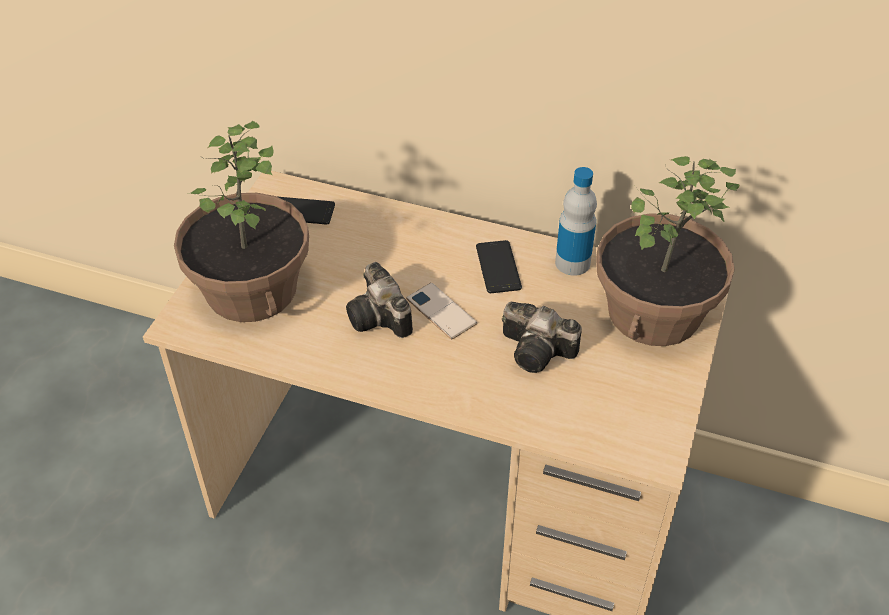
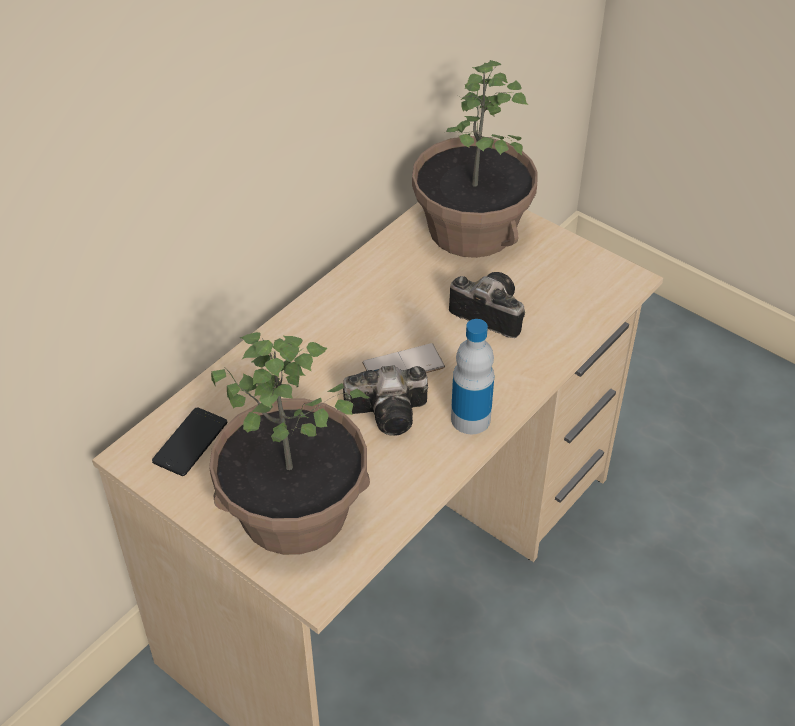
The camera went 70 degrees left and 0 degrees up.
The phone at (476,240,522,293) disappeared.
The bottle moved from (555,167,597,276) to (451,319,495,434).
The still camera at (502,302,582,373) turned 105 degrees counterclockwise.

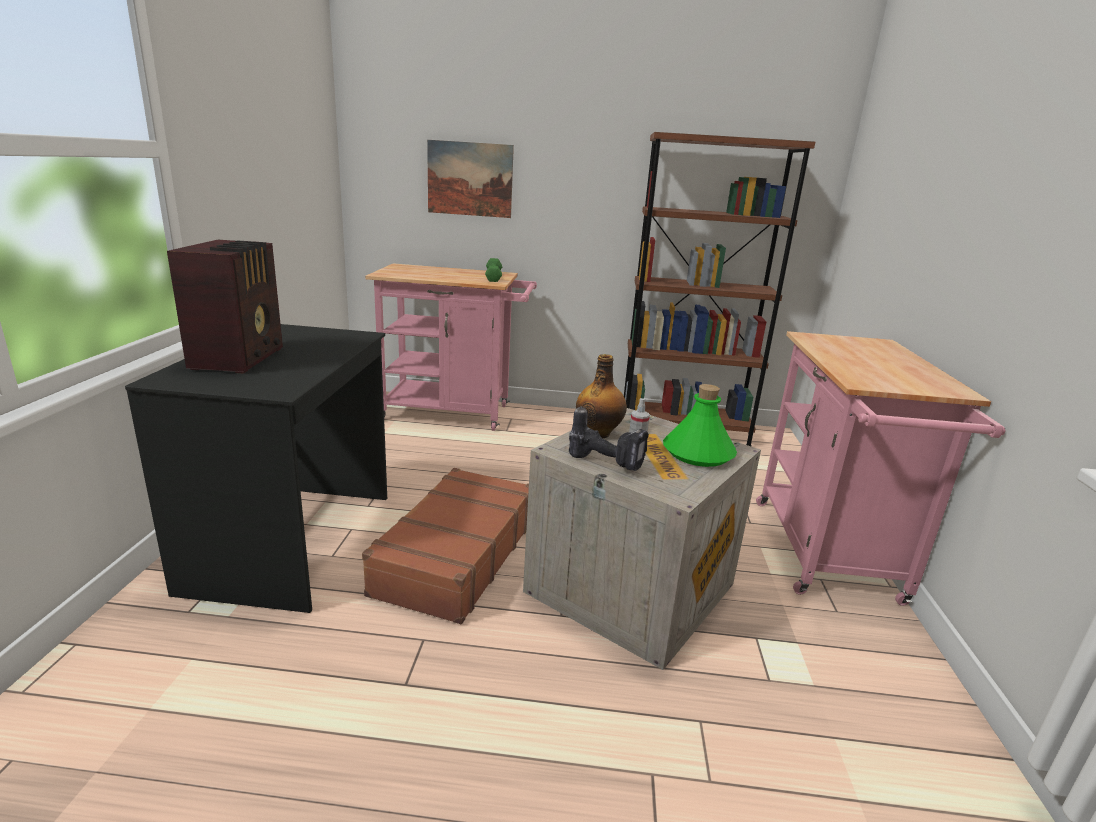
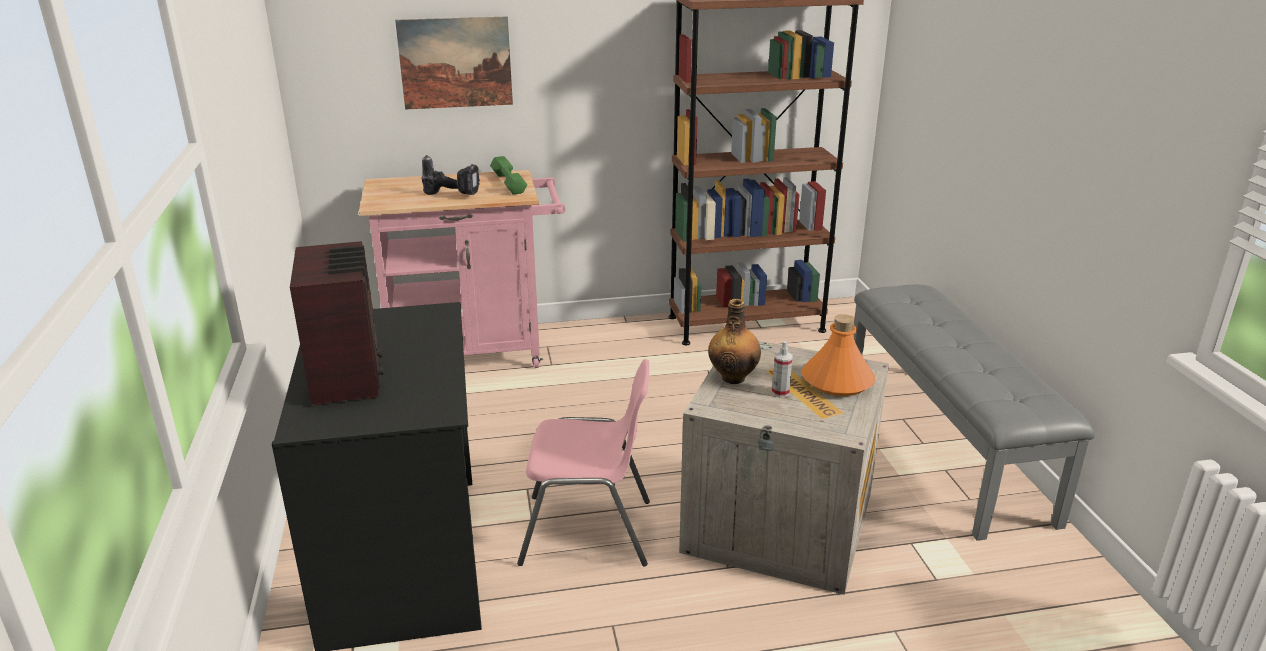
The camera went 15 degrees left and 5 degrees up.
The drill moved from (569,406,649,471) to (421,155,480,195).
The brown-coloured travel case at (362,468,529,624) was replaced by the pinkish upright chair at (517,359,650,567).
The pinkish wheeled cart at (756,331,1005,606) was replaced by the greyish indoor bench at (853,285,1095,541).
The green bottle at (663,384,737,467) became the orangey bottle at (802,314,875,396).

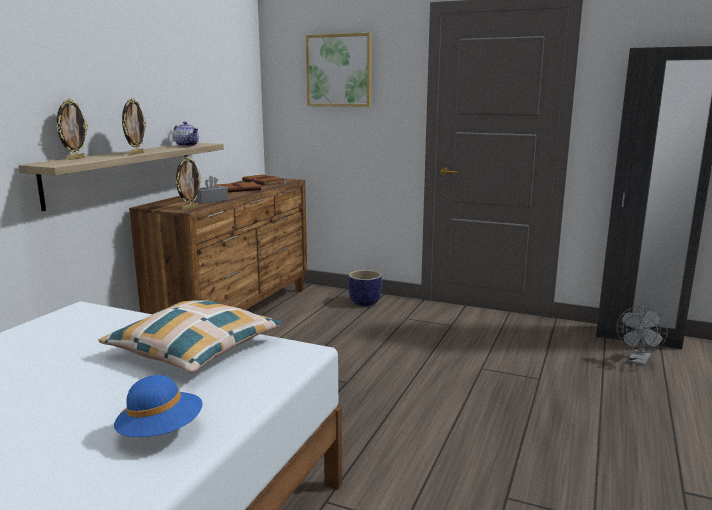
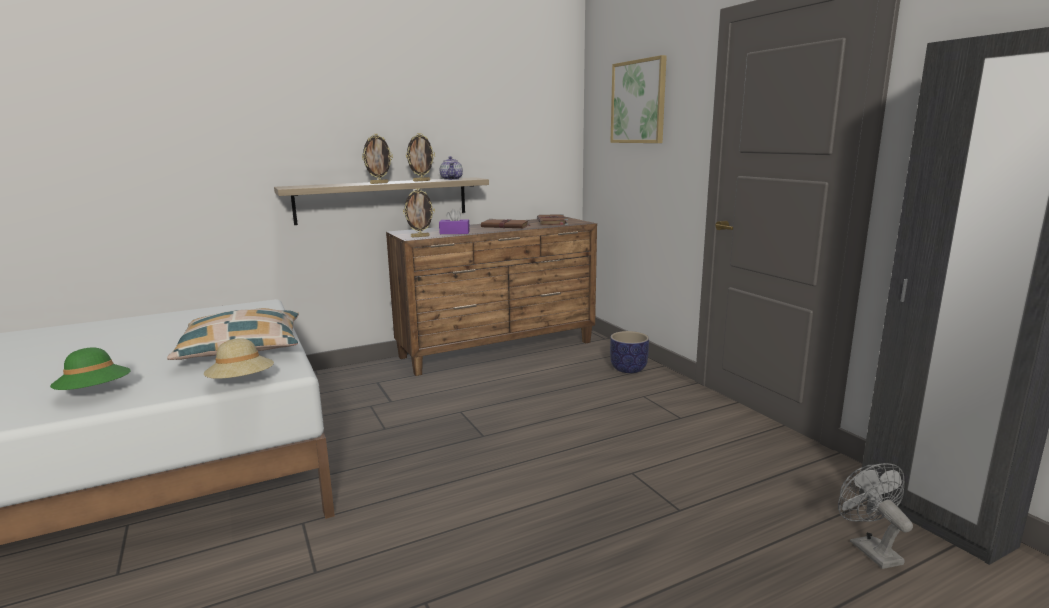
The camera went 40 degrees right and 0 degrees up.
The sand-coloured wearable hat at (204,338,274,379) appeared.
The standing frame moved from (56,99,88,160) to (406,133,435,182).
The bluish wearable hat at (114,375,203,437) became the green wearable hat at (50,348,131,390).
The greyish tissue holder at (194,176,228,204) became the purple-coloured tissue holder at (439,209,470,234).
The greyish fan at (616,306,668,366) turned 90 degrees clockwise.

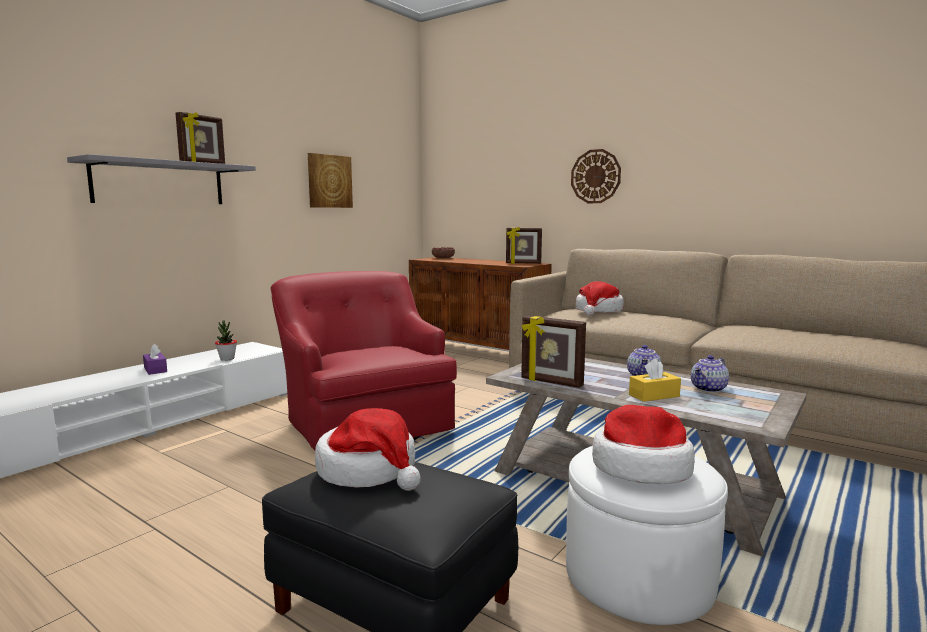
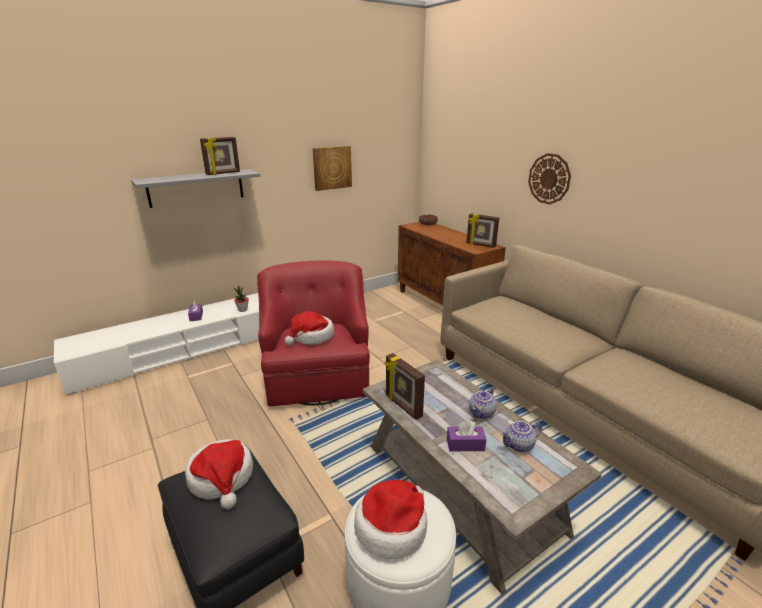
The camera went 20 degrees right and 15 degrees up.
The wearable hat moved from (576,281,624,316) to (284,311,334,345).
The yellowish tissue holder at (629,358,681,402) became the purple-coloured tissue holder at (447,420,486,451).

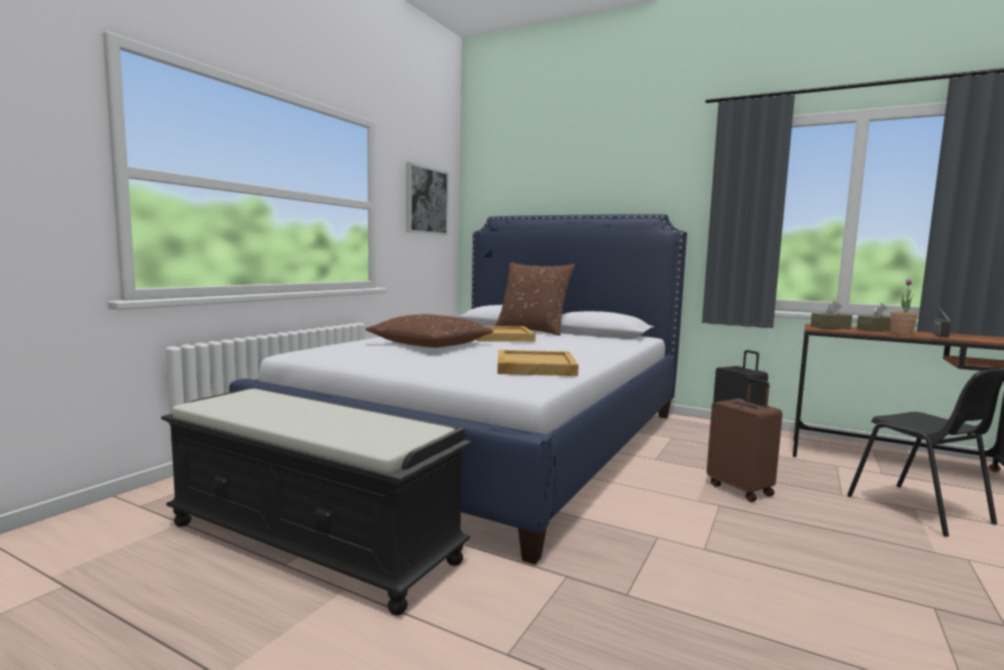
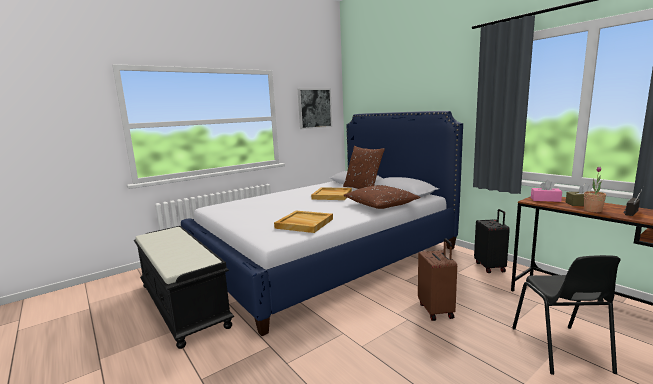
The camera went 25 degrees right and 5 degrees up.
The brown-coloured pillow moved from (366,314,494,348) to (344,185,421,209).
The brown-coloured tissue holder at (810,301,852,329) became the pinkish tissue holder at (531,180,562,202).

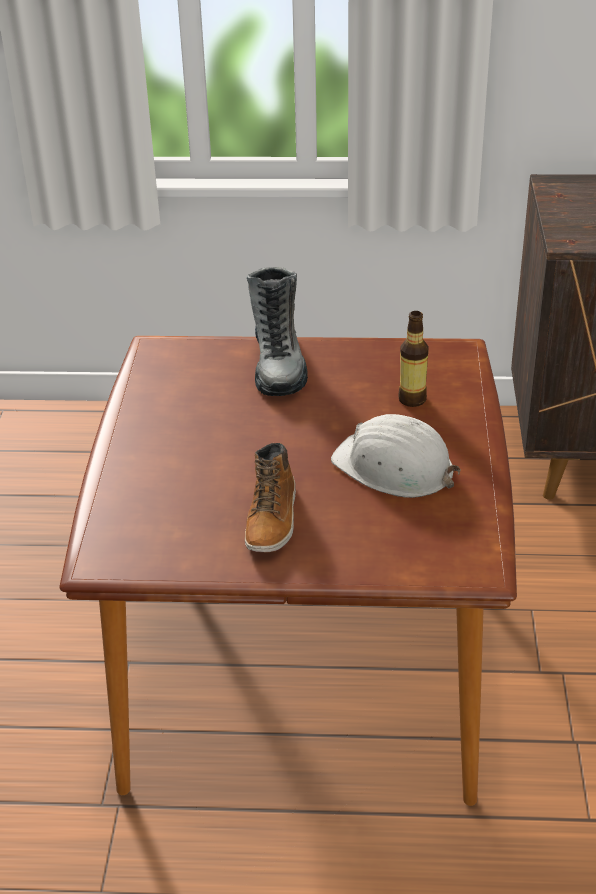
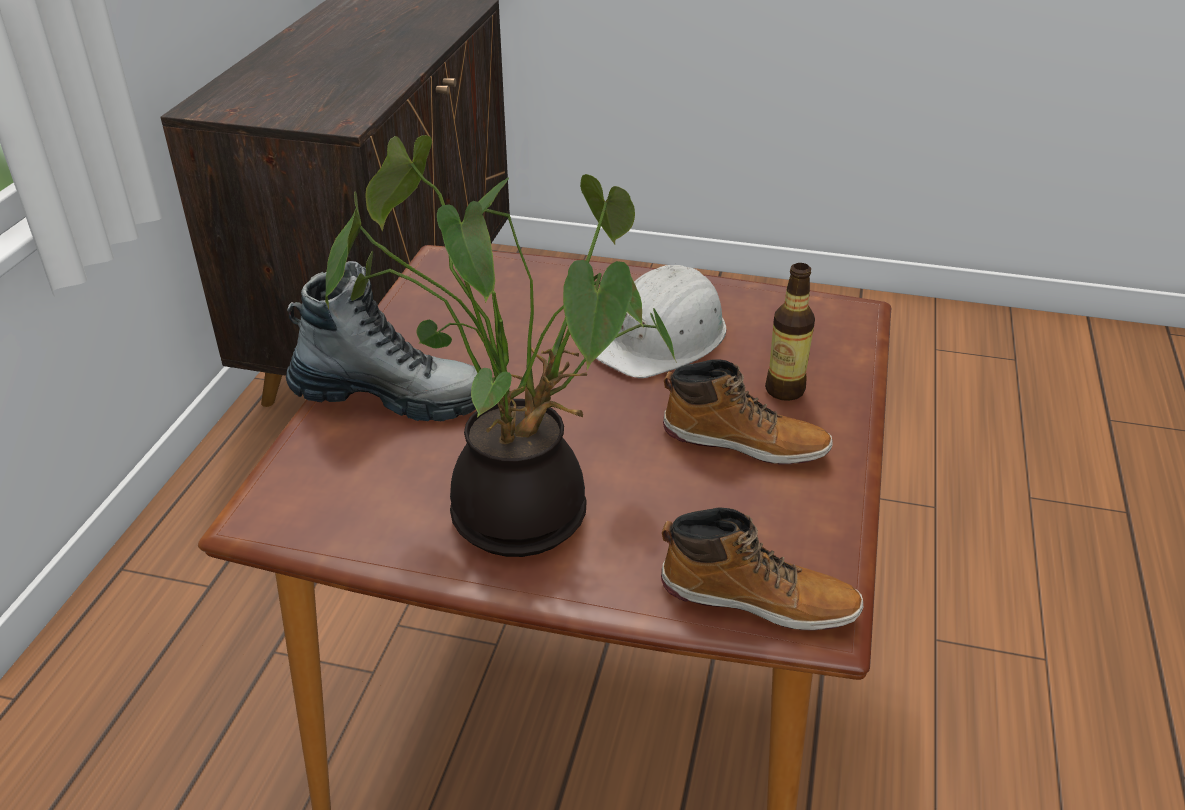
The camera went 80 degrees left and 0 degrees up.
The houseplant at (325,135,677,557) appeared.
The boot at (661,507,863,630) appeared.
The bottle moved from (398,311,429,407) to (765,263,815,401).

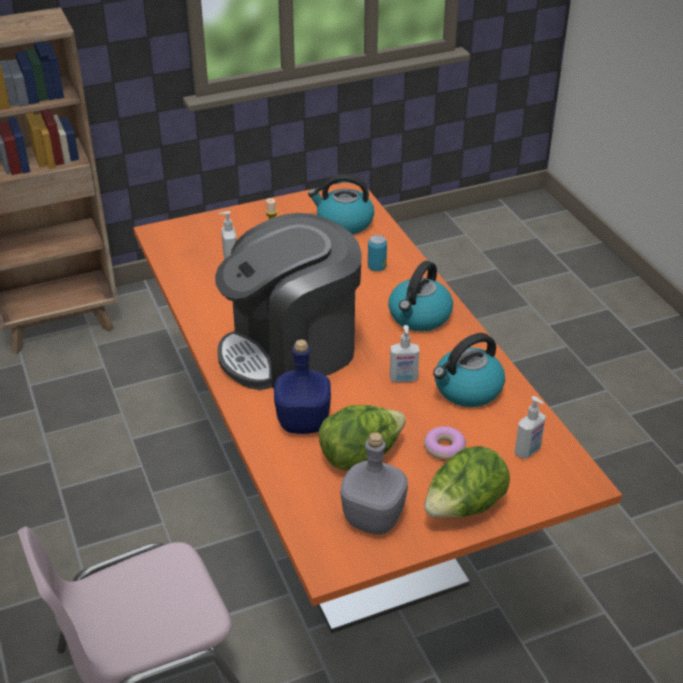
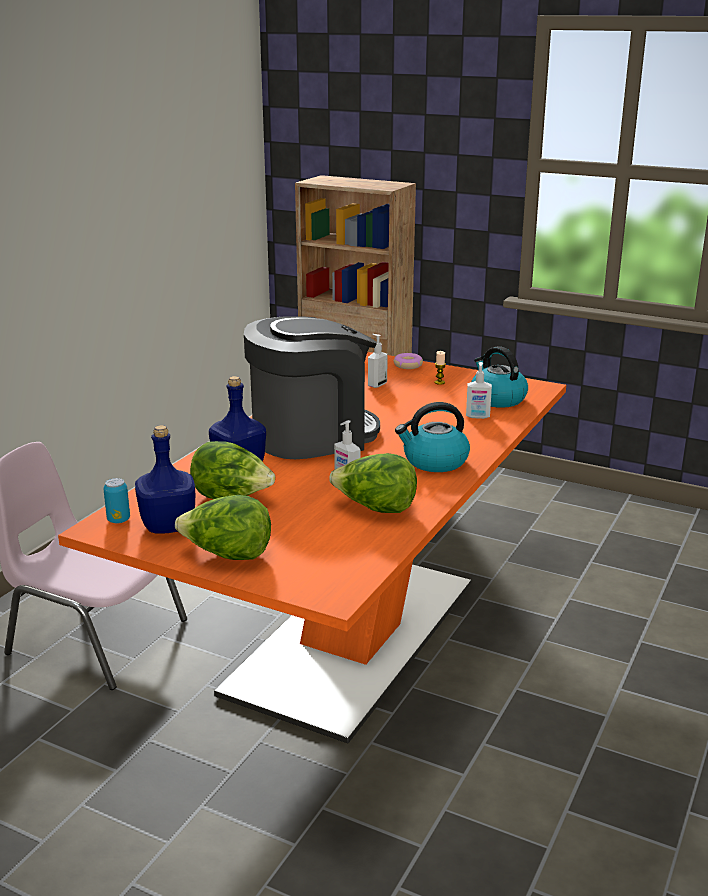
The camera went 50 degrees right and 15 degrees down.
The can moved from (368,235,387,271) to (103,478,130,523).
The ring doughnut moved from (424,426,466,460) to (394,353,423,369).
The liquid soap bottle moved from (514,396,546,459) to (466,362,492,419).
The tea kettle at (433,333,505,407) was replaced by the lettuce head at (329,453,417,513).
The greyish bottle at (341,432,408,535) became the bluish bottle at (135,425,196,534).
The coffee brewer at (215,213,362,390) turned 135 degrees clockwise.

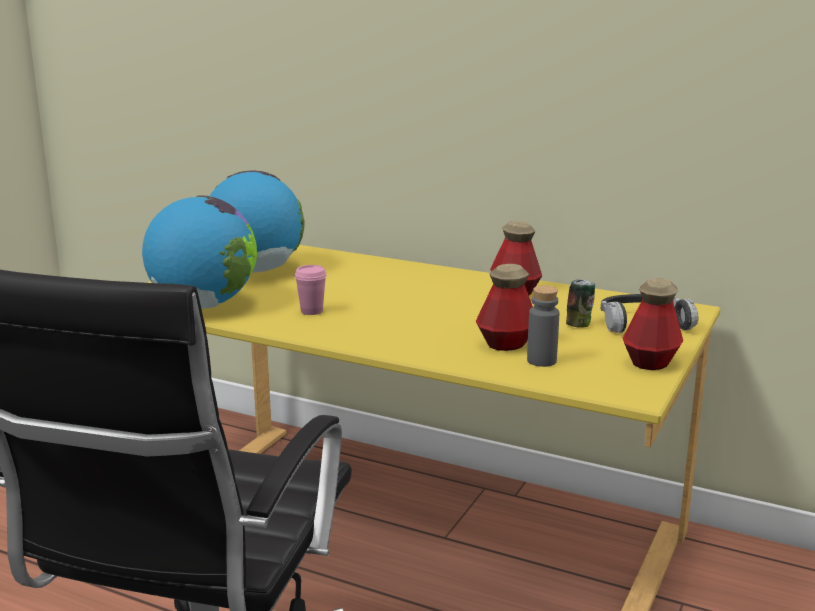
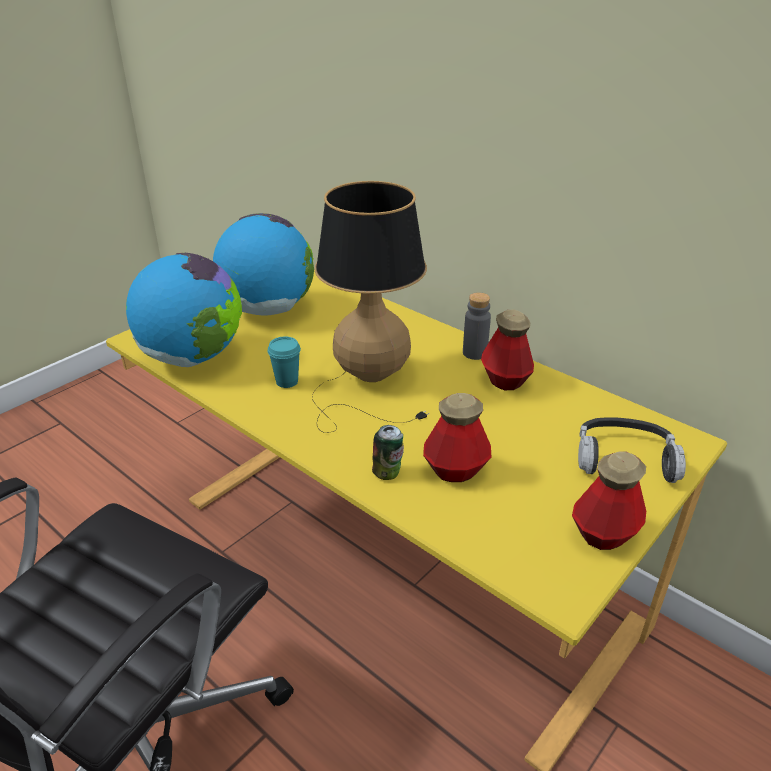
The camera went 15 degrees right and 15 degrees up.
The table lamp at (312,181,430,433) appeared.
The greyish bottle moved from (527,285,559,367) to (463,292,491,360).
The can moved from (566,279,595,328) to (372,425,404,480).
The pinkish small cup at (294,265,327,315) became the turquoise-coloured small cup at (268,336,301,388).

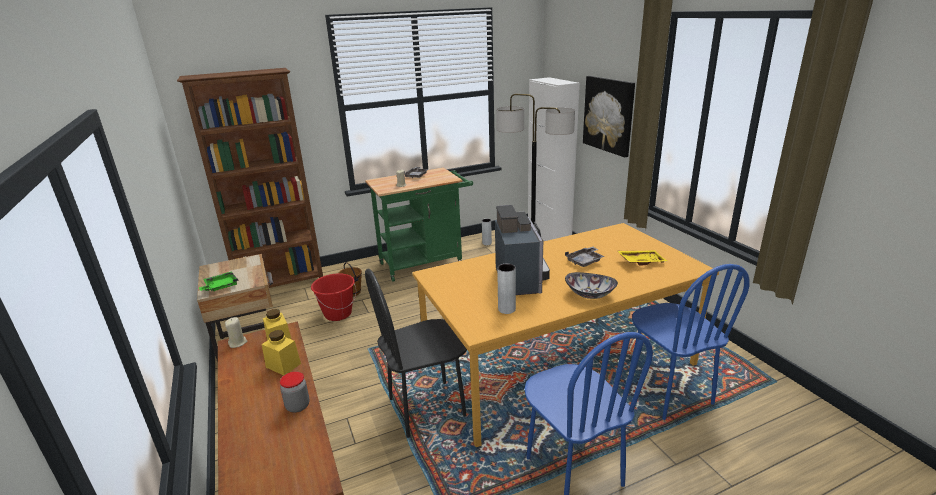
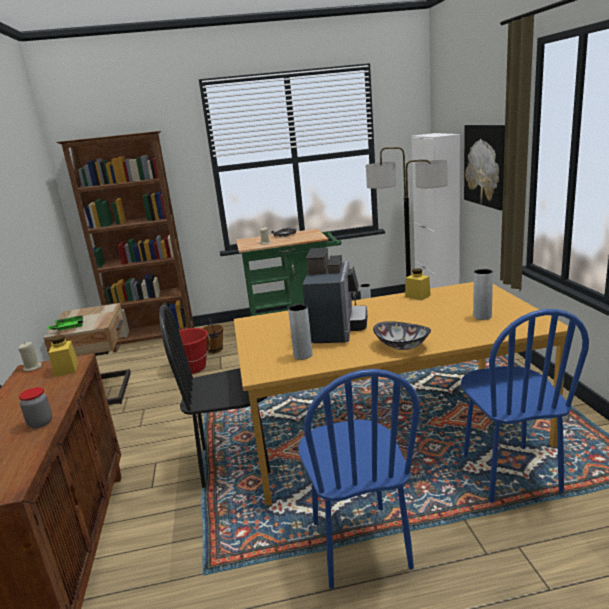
The camera went 15 degrees right and 5 degrees down.
The greyish tray at (565,247,605,267) disappeared.
The yellowish storage jar moved from (262,330,301,375) to (405,268,431,300).
The yellowish tray at (618,250,668,266) was replaced by the greyish vase at (473,269,493,320).

